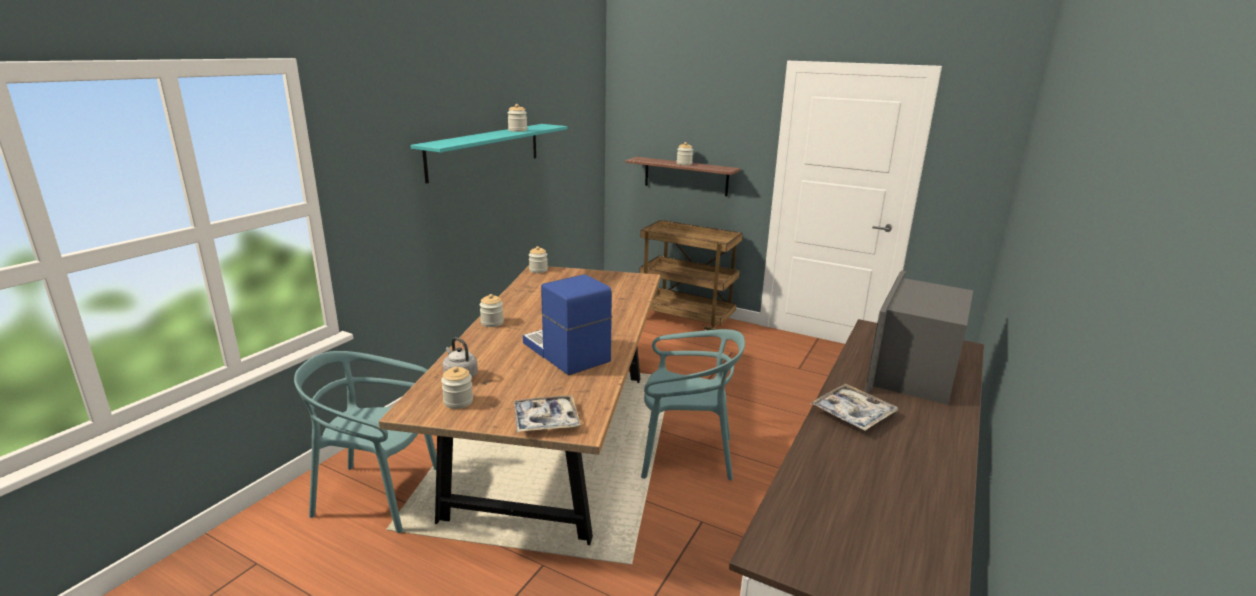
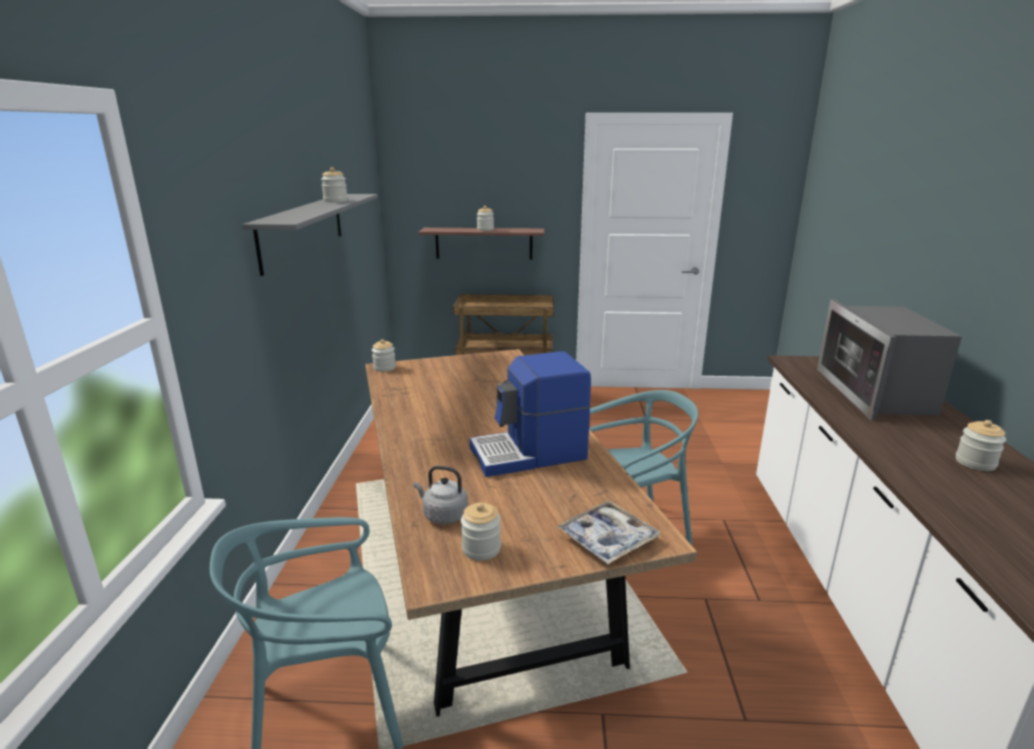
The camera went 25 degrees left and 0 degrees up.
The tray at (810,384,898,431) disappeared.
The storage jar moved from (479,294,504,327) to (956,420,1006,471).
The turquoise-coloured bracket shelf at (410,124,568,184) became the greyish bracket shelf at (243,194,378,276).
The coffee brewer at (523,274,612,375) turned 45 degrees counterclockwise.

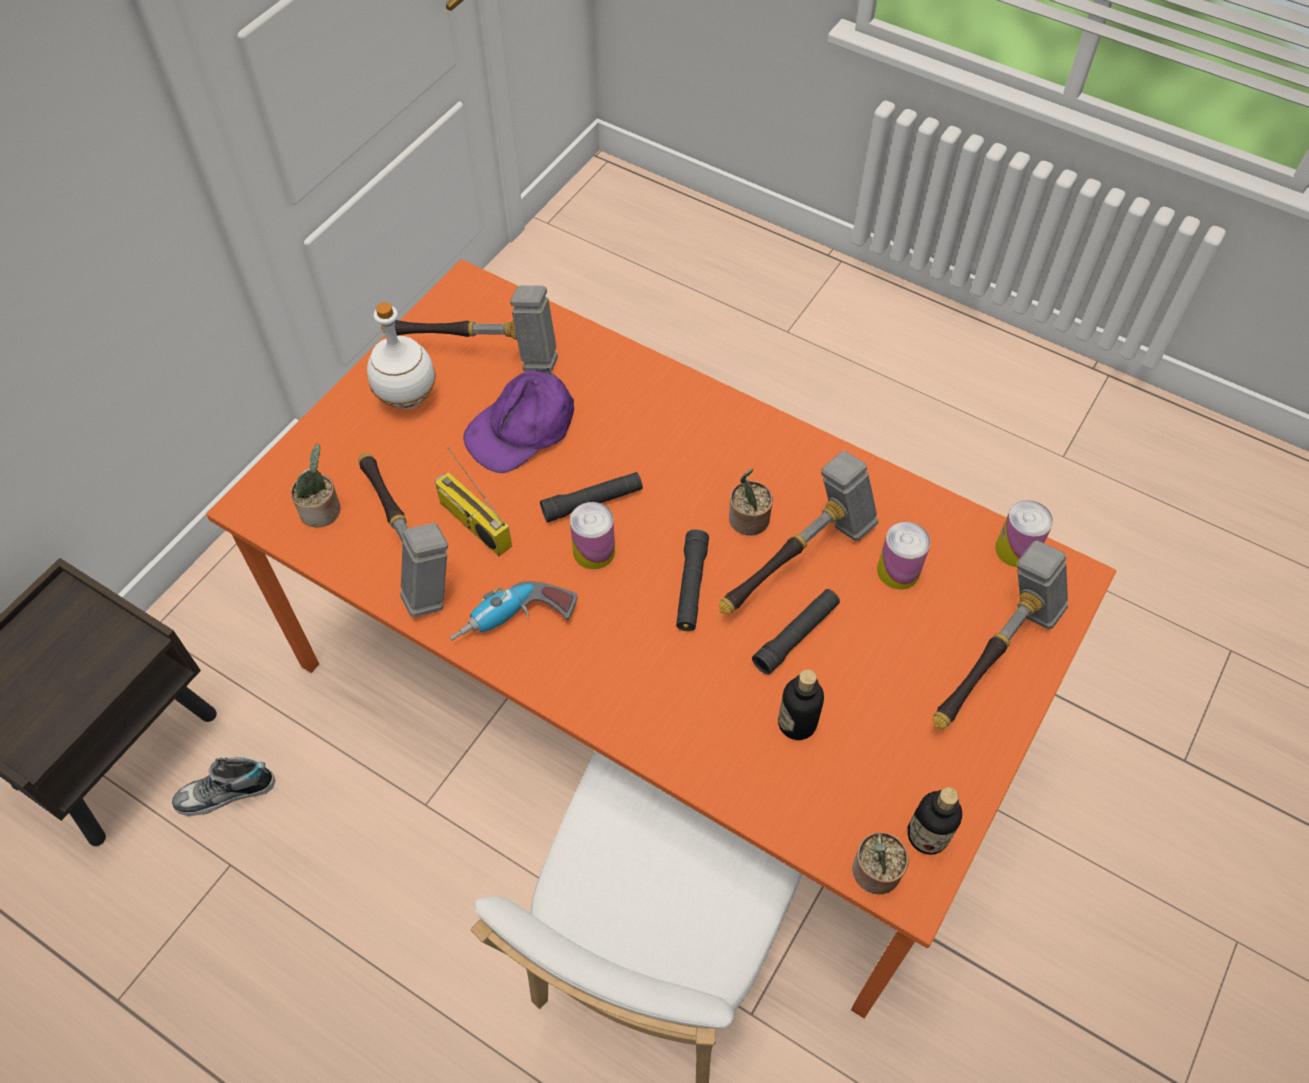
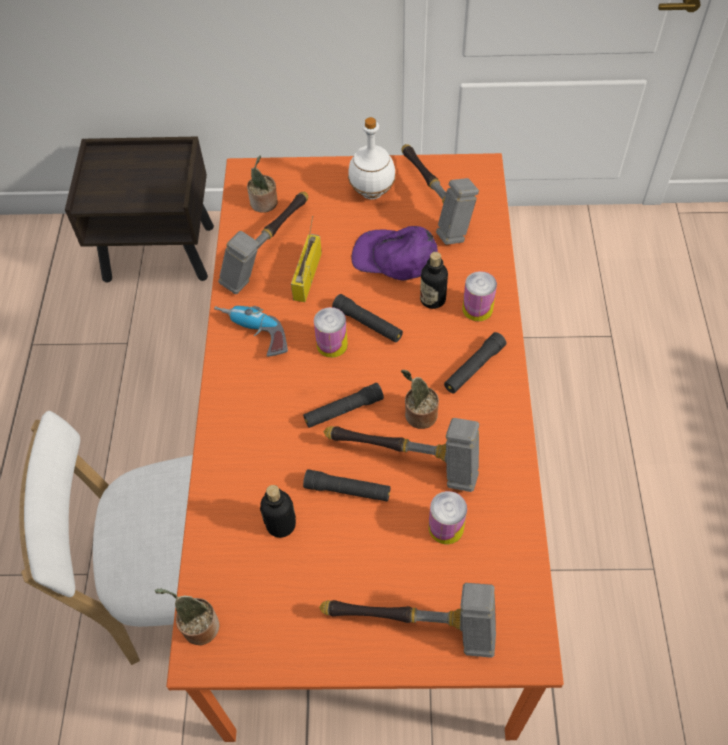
The camera went 60 degrees right and 0 degrees up.
The shoe at (172,757,275,816) disappeared.
The black flashlight at (444,332,506,393) appeared.
The bottle moved from (907,787,962,855) to (420,252,448,309).
The can moved from (995,500,1053,567) to (462,271,497,322).

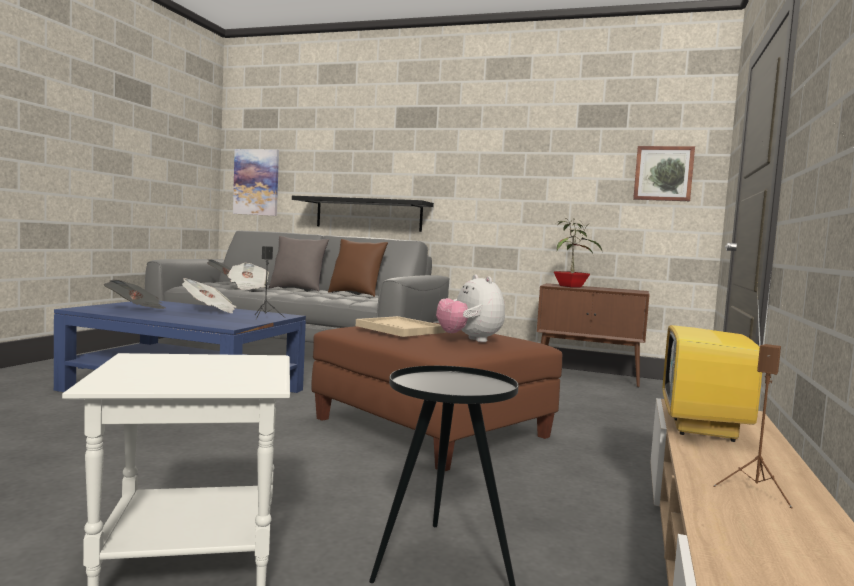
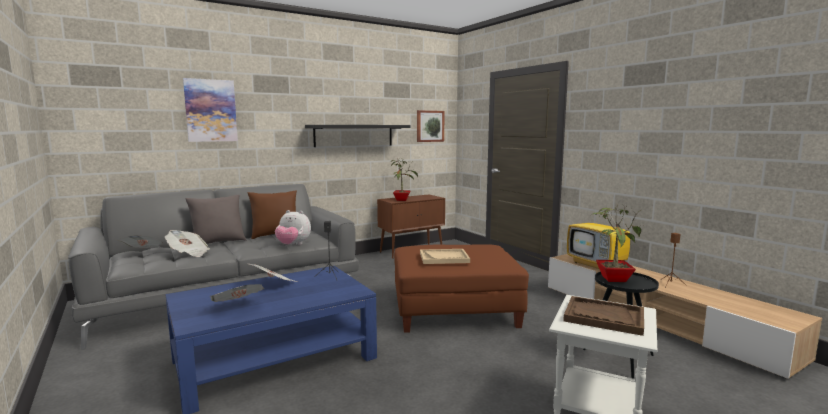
The camera went 50 degrees left and 5 degrees up.
The brown-coloured tray at (563,296,644,336) appeared.
The houseplant at (591,205,643,282) appeared.
The wall picture moved from (233,149,279,216) to (183,78,238,142).
The black bracket shelf moved from (292,196,434,232) to (305,125,411,147).
The plush toy moved from (436,275,505,342) to (275,210,311,245).

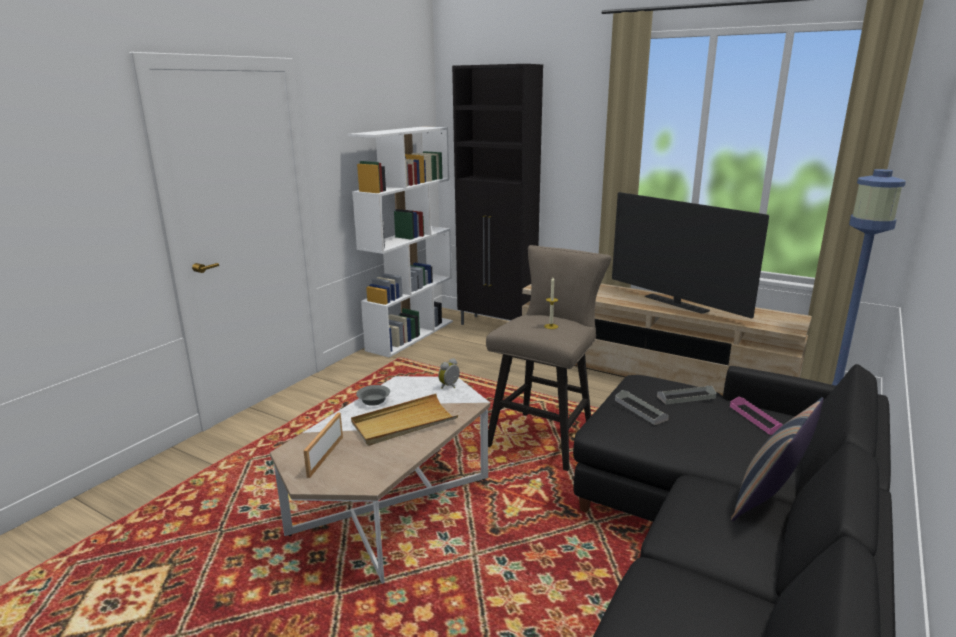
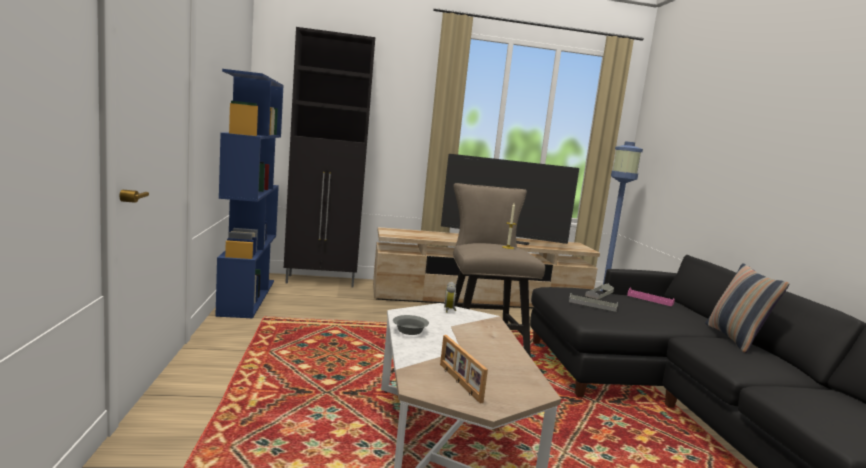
The camera went 40 degrees left and 10 degrees down.
The sand-coloured tray at (351,394,458,446) disappeared.
The whitish bookshelf at (348,127,453,358) became the bluish bookshelf at (215,69,284,318).

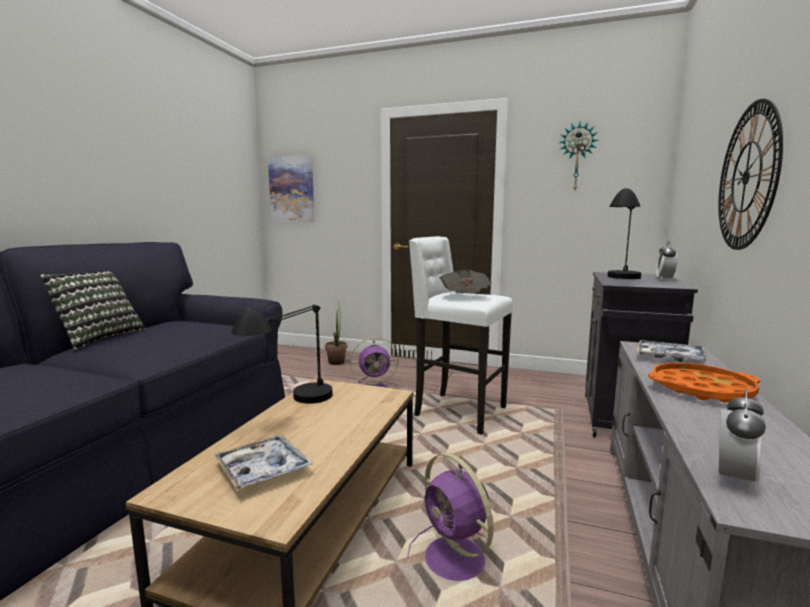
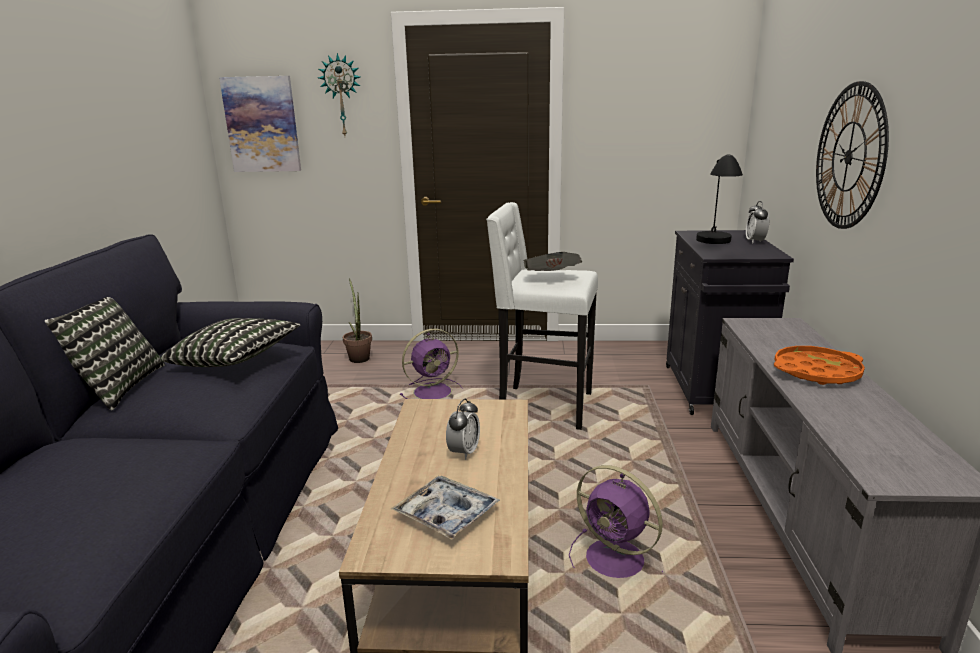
The camera went 15 degrees left and 10 degrees up.
The black table lamp at (231,305,333,404) disappeared.
The tray at (636,340,707,362) disappeared.
The pillow at (160,318,300,367) appeared.
The wall clock moved from (560,122,598,190) to (318,53,360,136).
The table clock moved from (719,389,766,491) to (446,399,480,460).

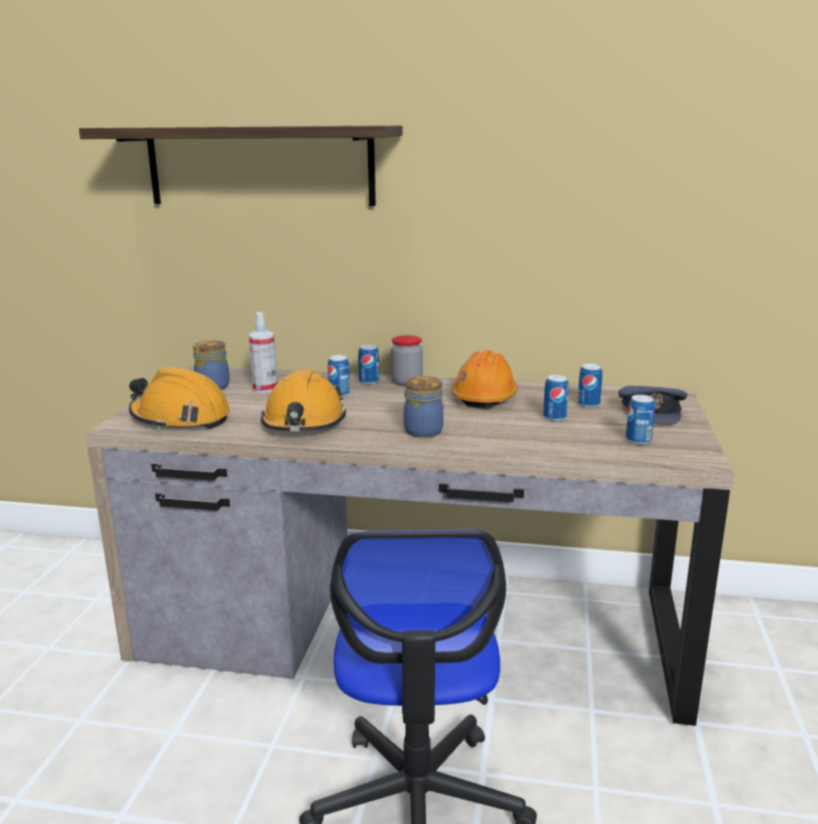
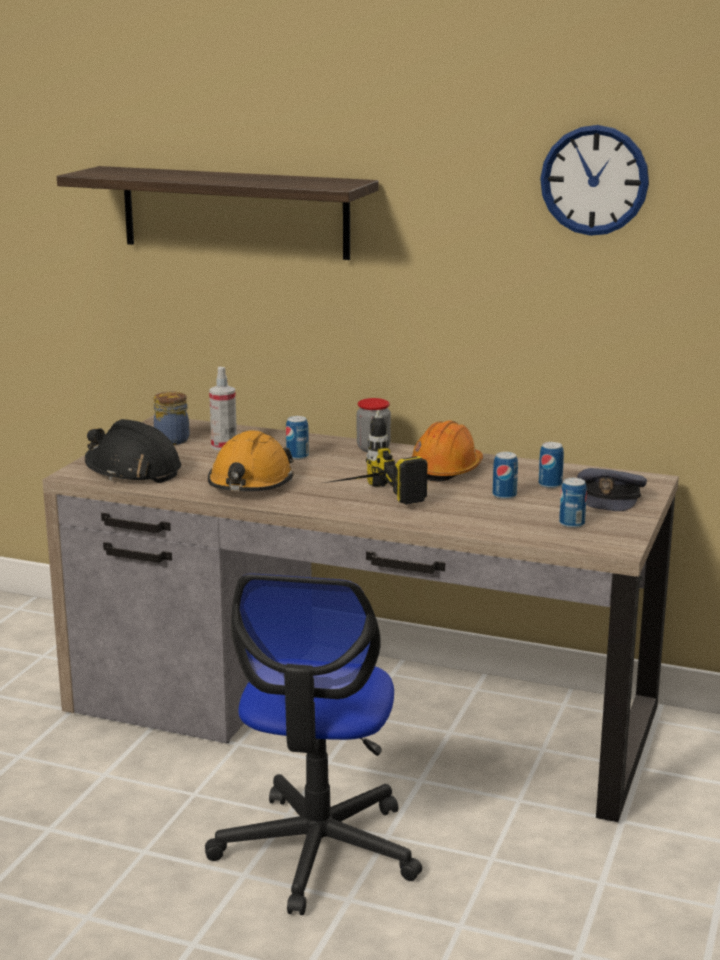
The camera went 10 degrees right and 0 degrees up.
The can at (358,344,379,385) disappeared.
The wall clock at (540,125,649,236) appeared.
The storage jar at (404,376,444,438) was replaced by the drill at (324,410,427,505).
The orangey work helmet at (129,367,230,430) became the black work helmet at (85,419,181,483).

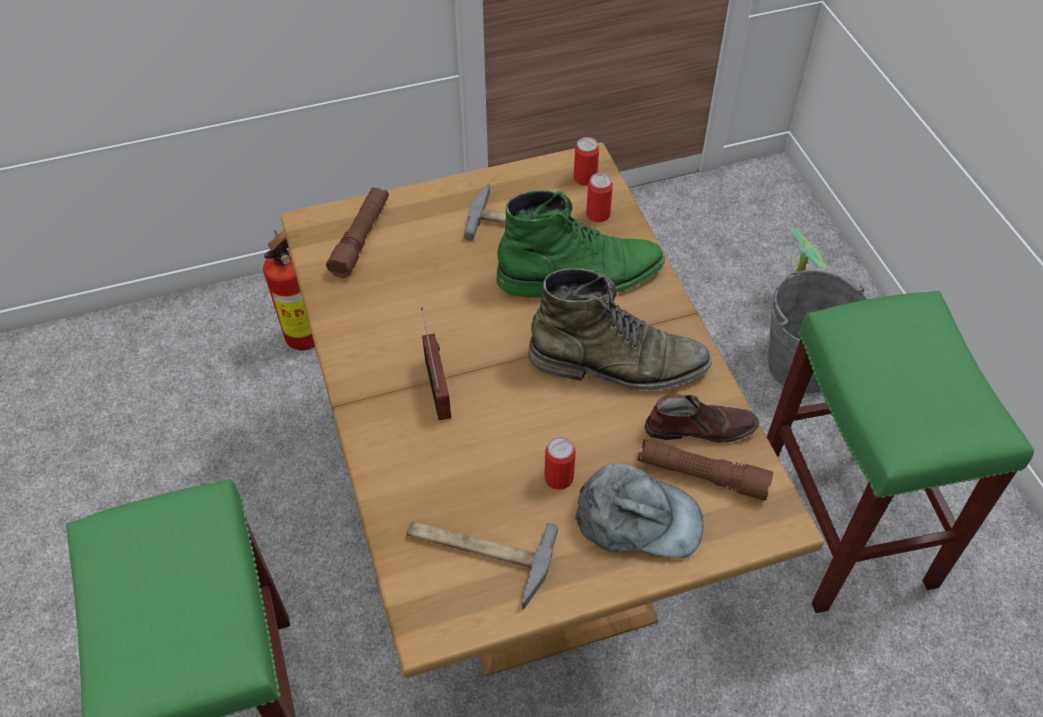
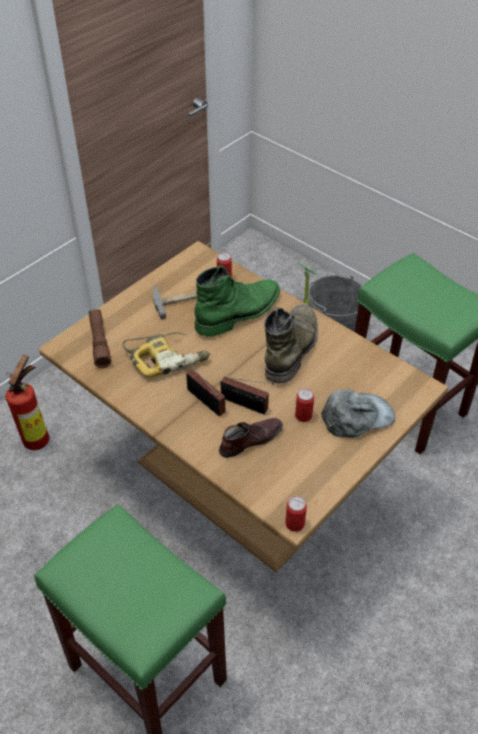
The camera went 30 degrees left and 5 degrees down.
The hand hammer at (406,521,558,609) disappeared.
The brown-coloured flashlight at (637,439,773,500) disappeared.
The drill at (122,332,210,377) appeared.
The radio receiver at (220,376,274,415) appeared.
The can moved from (574,137,599,186) to (285,496,307,532).
The brown-coloured shoe moved from (645,393,759,443) to (219,418,283,458).
The green boot at (528,268,712,390) turned 45 degrees counterclockwise.

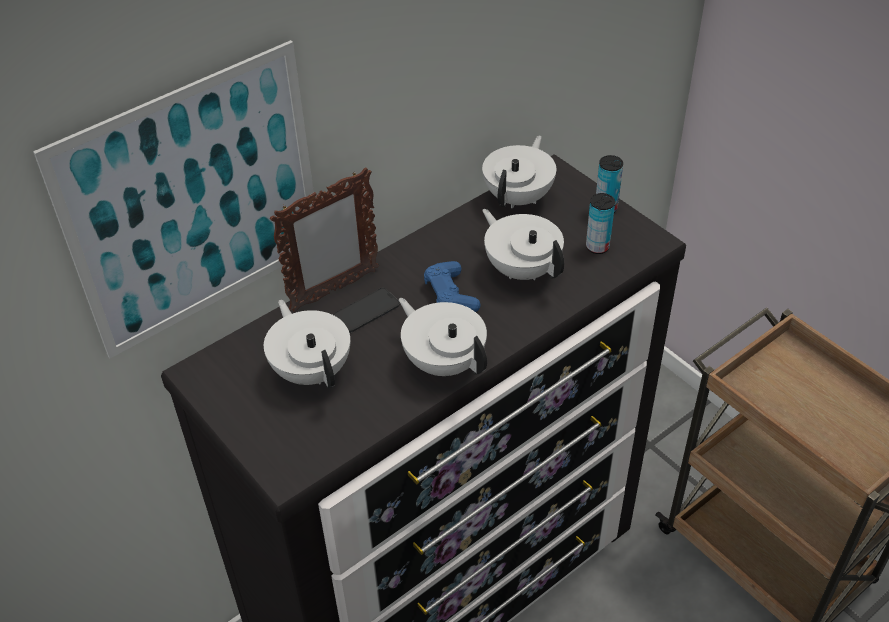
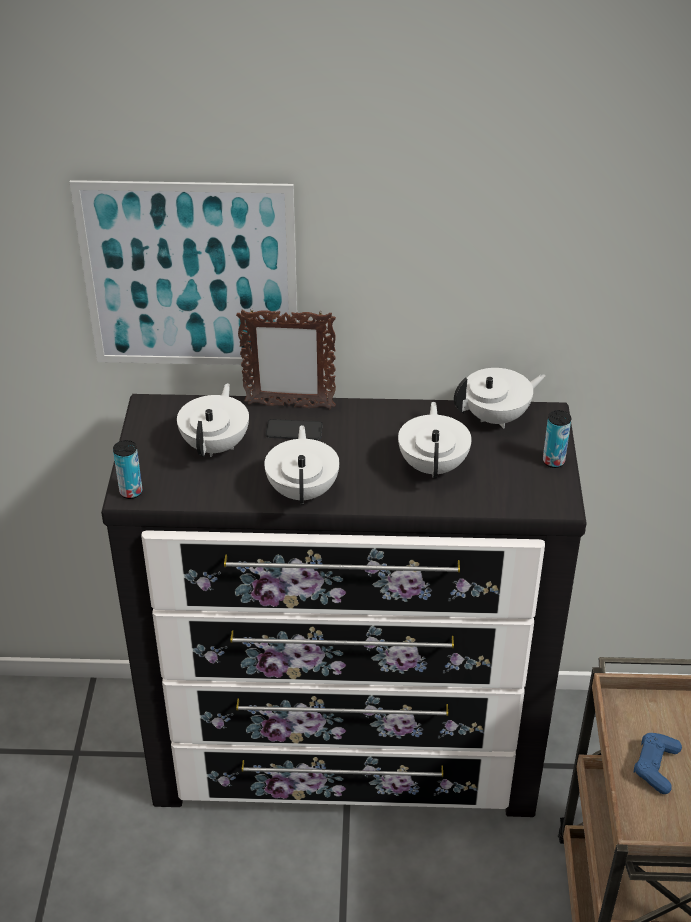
The camera went 40 degrees right and 5 degrees down.
The bluish joypad moved from (424,261,481,312) to (634,733,682,794).
The can moved from (586,193,615,254) to (113,440,143,499).

